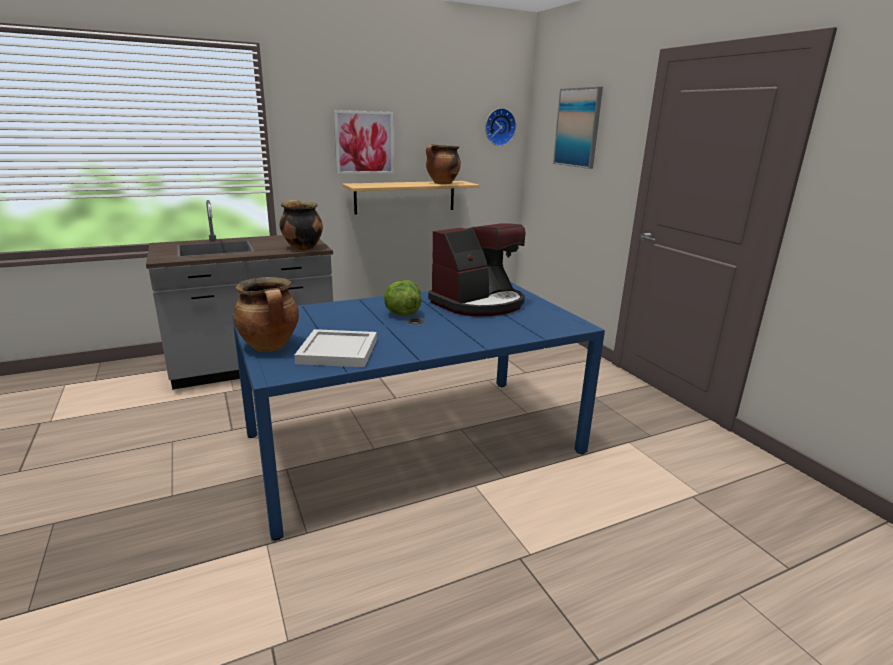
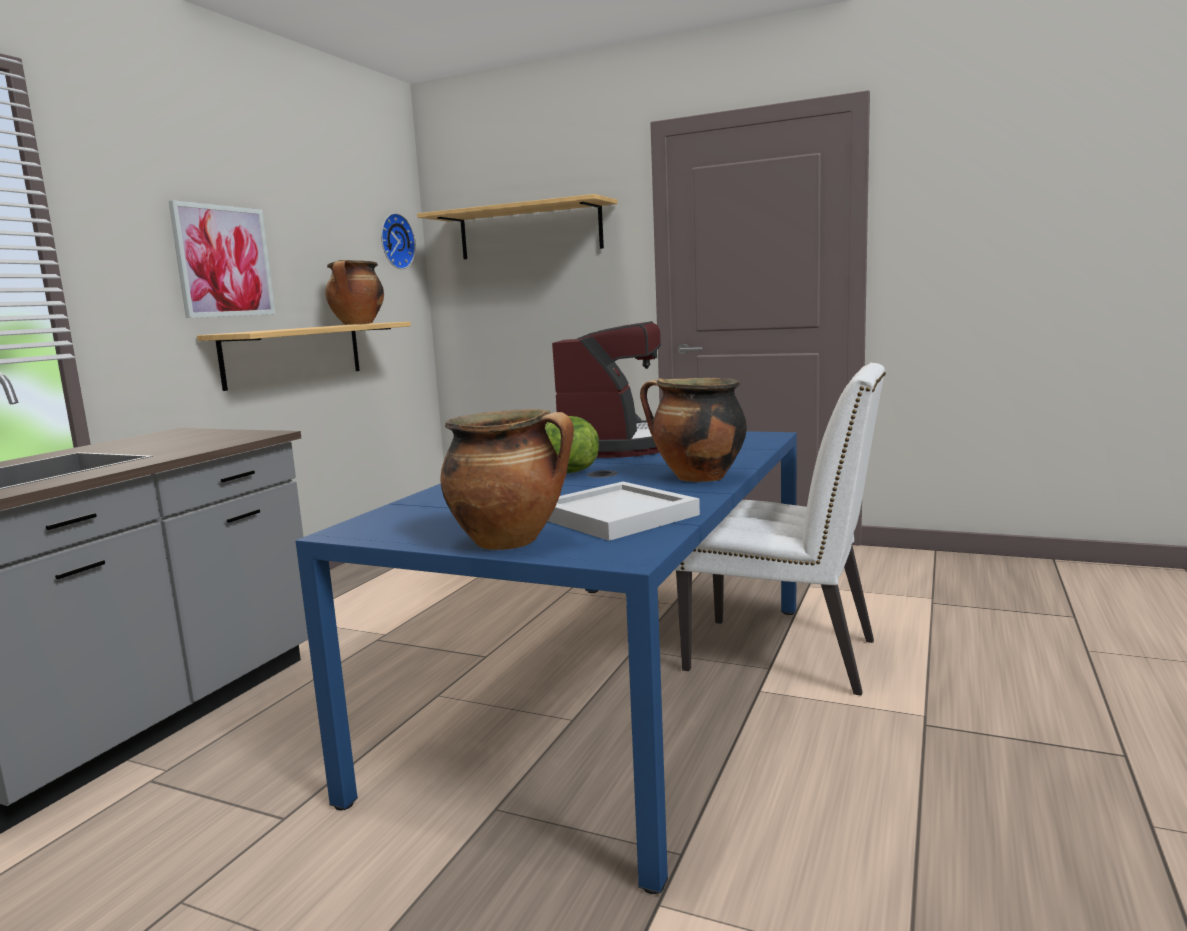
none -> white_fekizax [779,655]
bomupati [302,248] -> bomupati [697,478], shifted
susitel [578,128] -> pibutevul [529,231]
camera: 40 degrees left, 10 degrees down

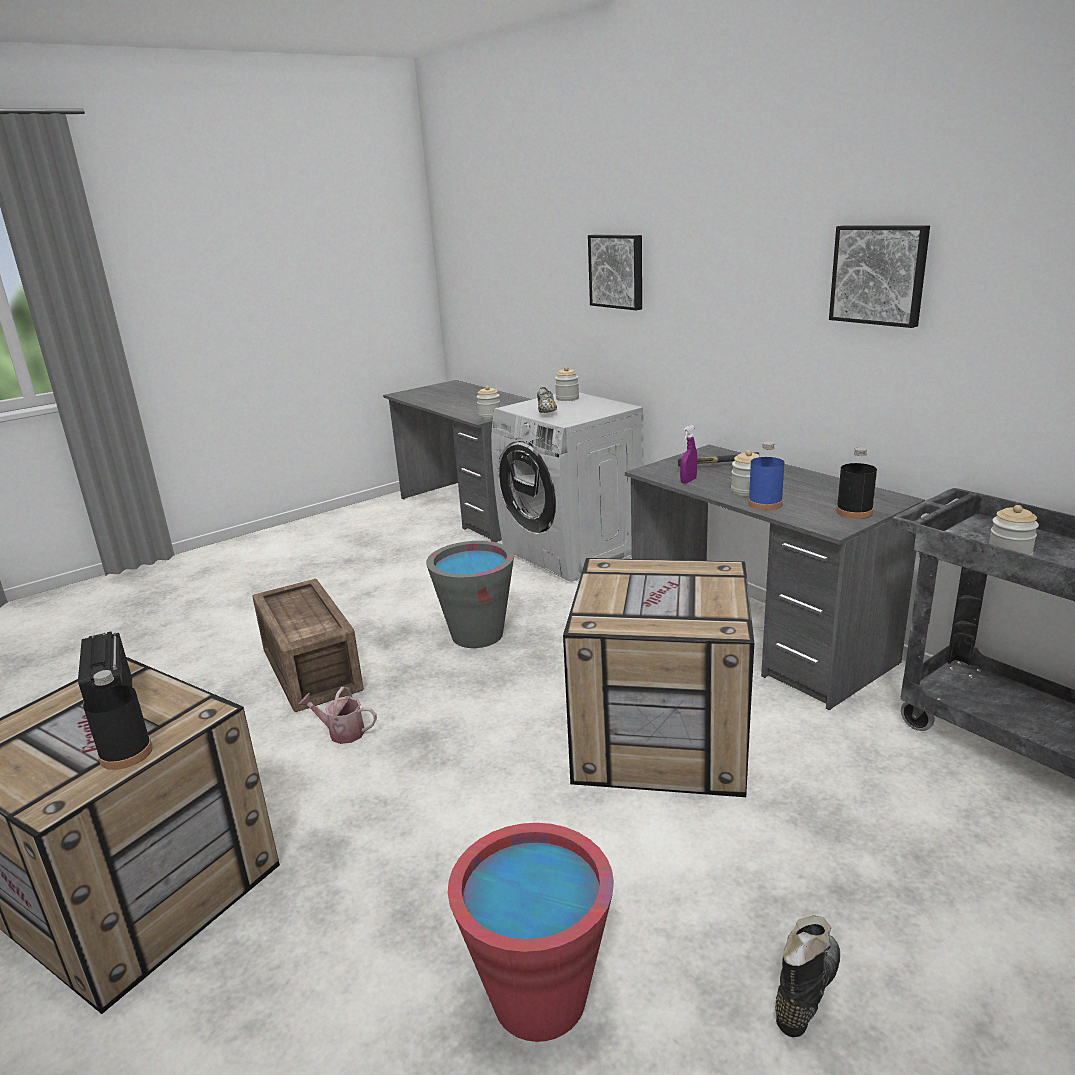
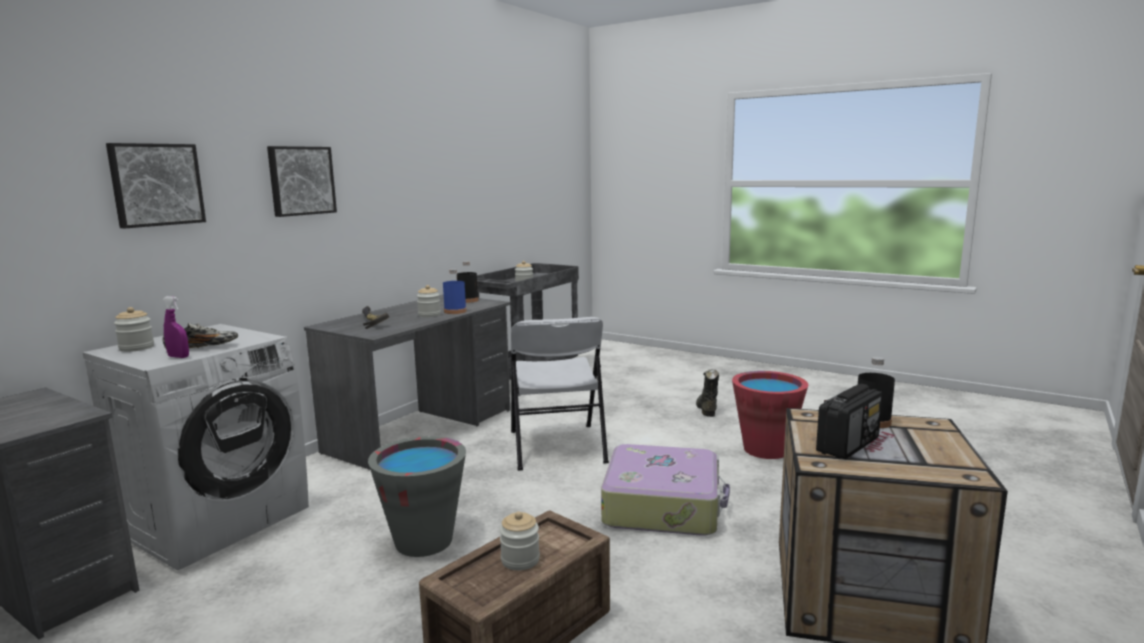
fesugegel [342,732] -> none
none -> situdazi [663,505]
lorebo [489,416] -> lorebo [520,560], shifted
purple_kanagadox [688,481] -> purple_kanagadox [178,357], shifted
susitel [879,274] -> susitel [301,180], shifted
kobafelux [660,735] -> white_fekizax [556,447]
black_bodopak [805,991] -> black_bodopak [706,409], 75 degrees clockwise
camera: 110 degrees left, 10 degrees down

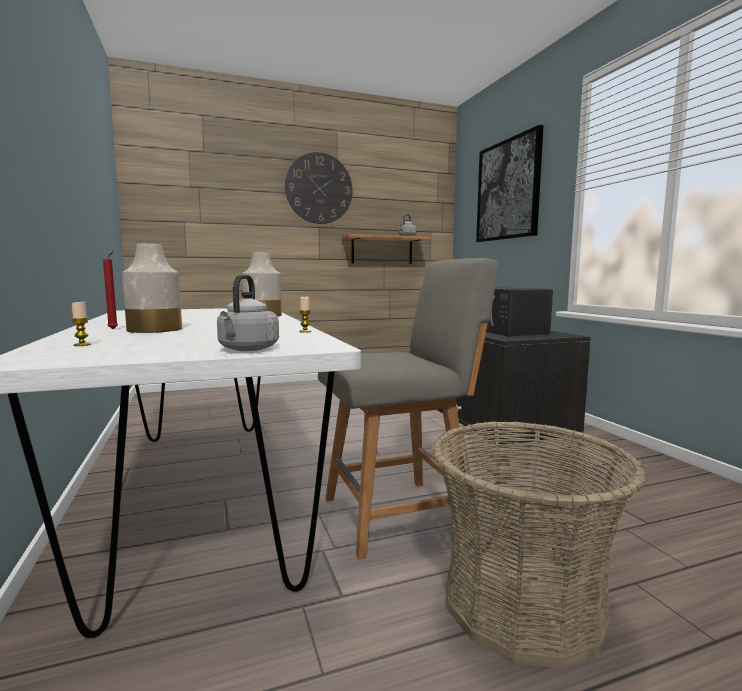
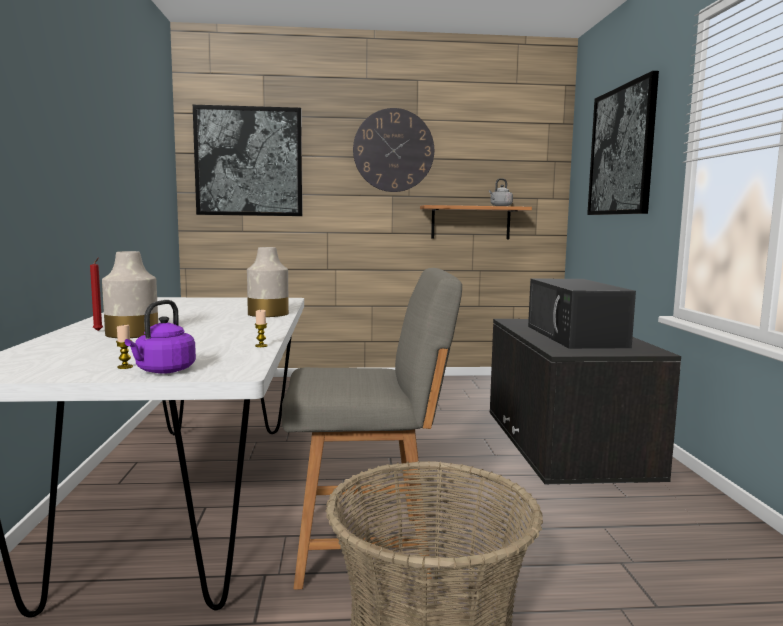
none -> susitel [249,162]
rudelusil [82,345] -> rudelusil [125,367], shifted
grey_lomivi [247,349] -> purple_lomivi [163,371]
camera: 15 degrees right, 0 degrees up

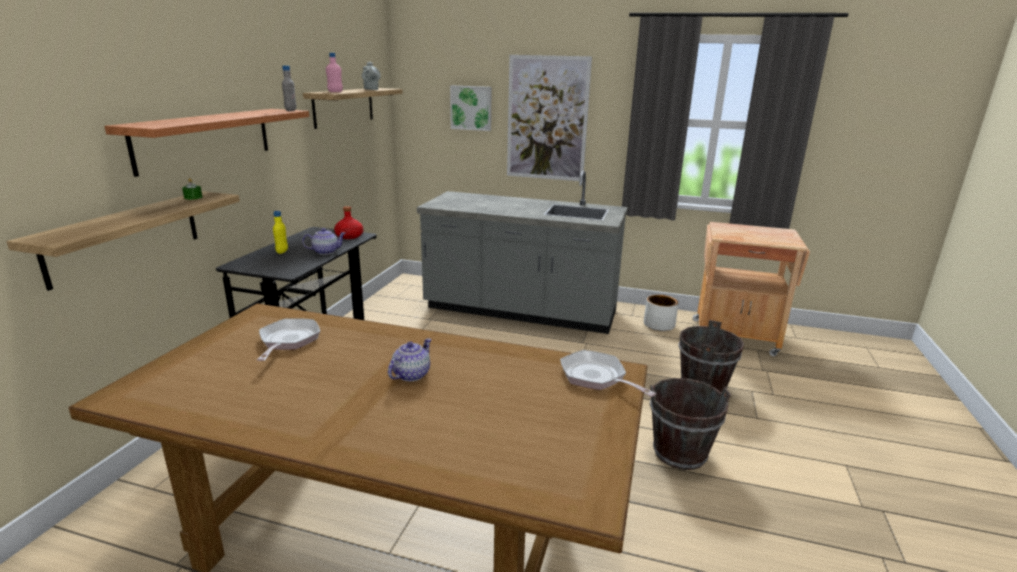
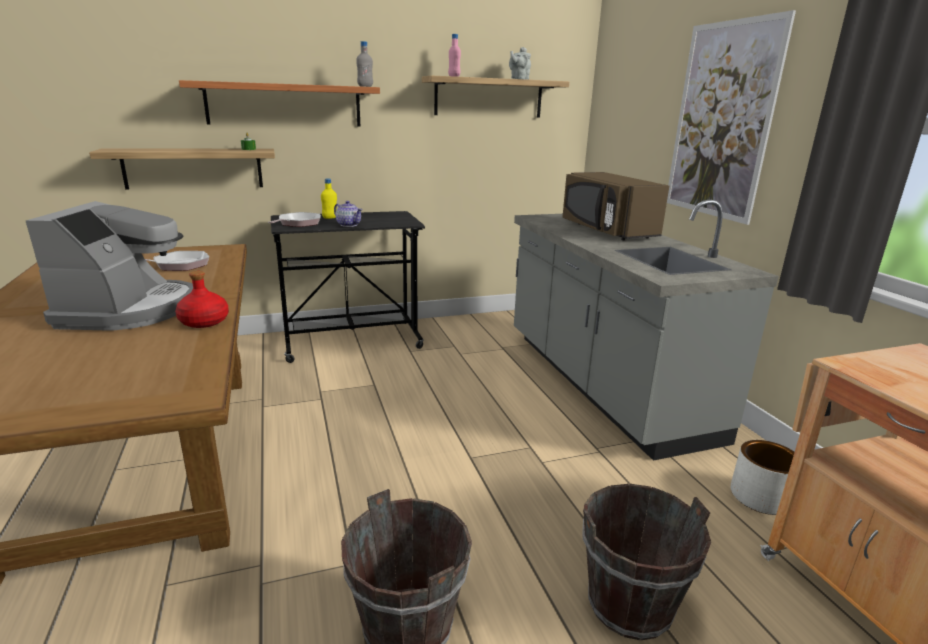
susitel [471,108] -> none
none -> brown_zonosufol [606,230]
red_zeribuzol [349,236] -> red_zeribuzol [203,322], shifted
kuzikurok [596,377] -> kuzikurok [298,224], shifted
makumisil [410,375] -> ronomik [130,310]
camera: 55 degrees right, 0 degrees up

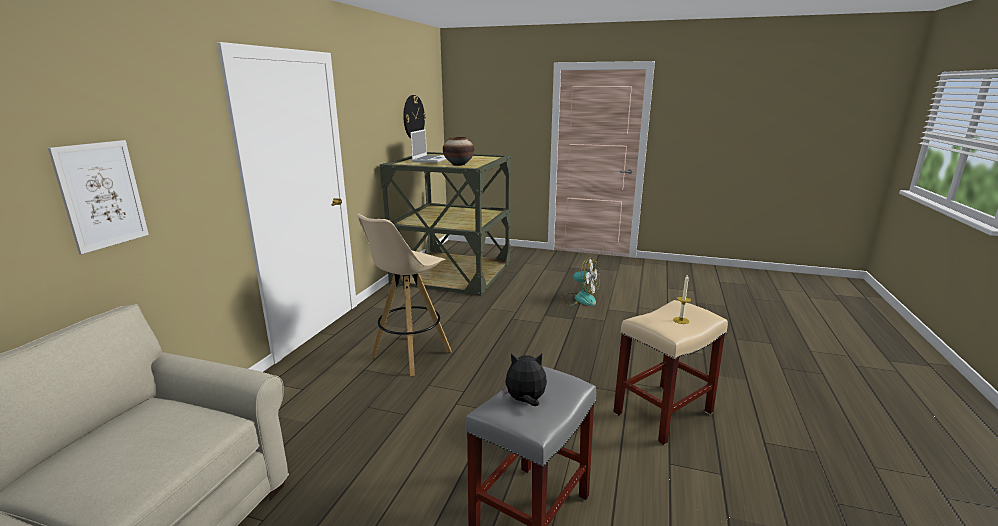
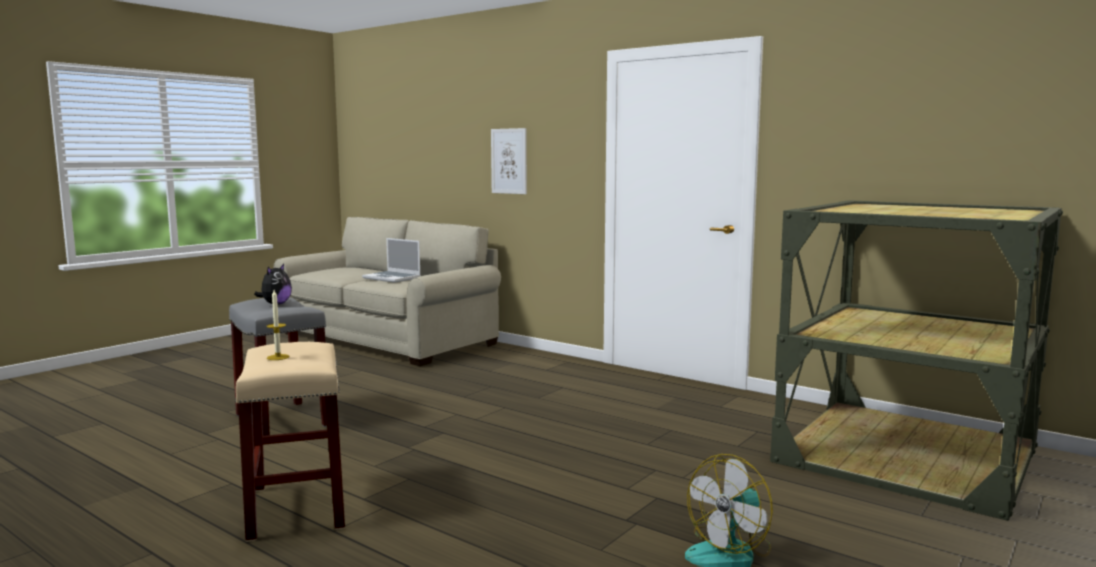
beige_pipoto [409,355] -> none
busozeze [413,117] -> none
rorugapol [458,164] -> none
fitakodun [430,160] -> fitakodun [392,278], shifted
camera: 110 degrees right, 10 degrees down

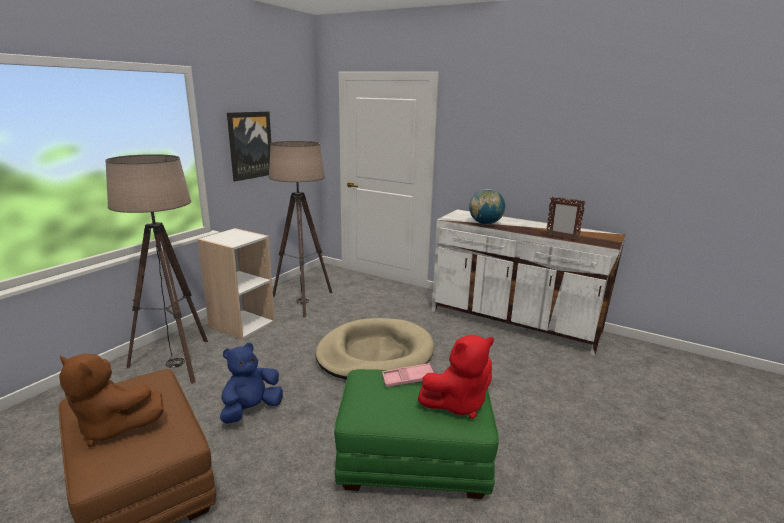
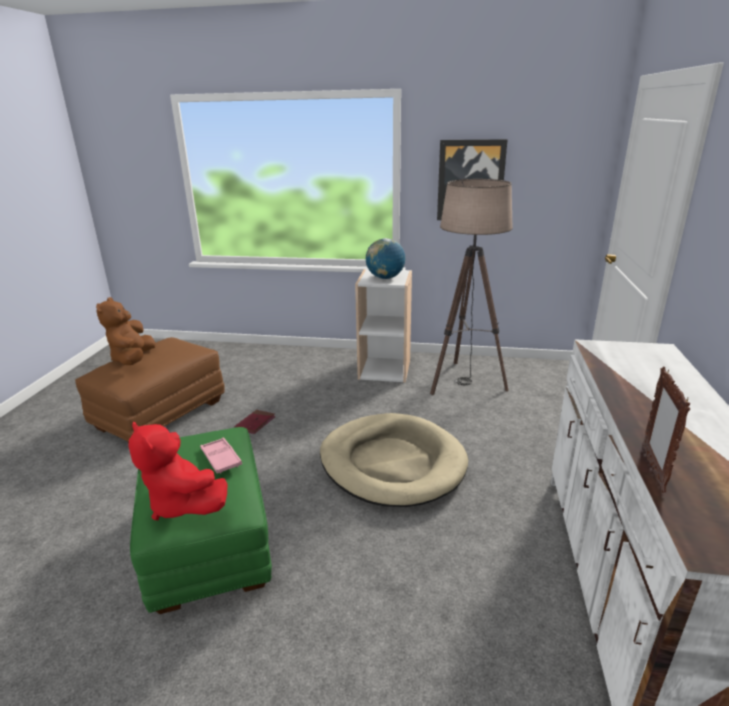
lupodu [176,362] -> none
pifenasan [485,224] -> pifenasan [385,278], shifted
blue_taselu [251,410] -> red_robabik [255,423]
camera: 70 degrees right, 5 degrees up

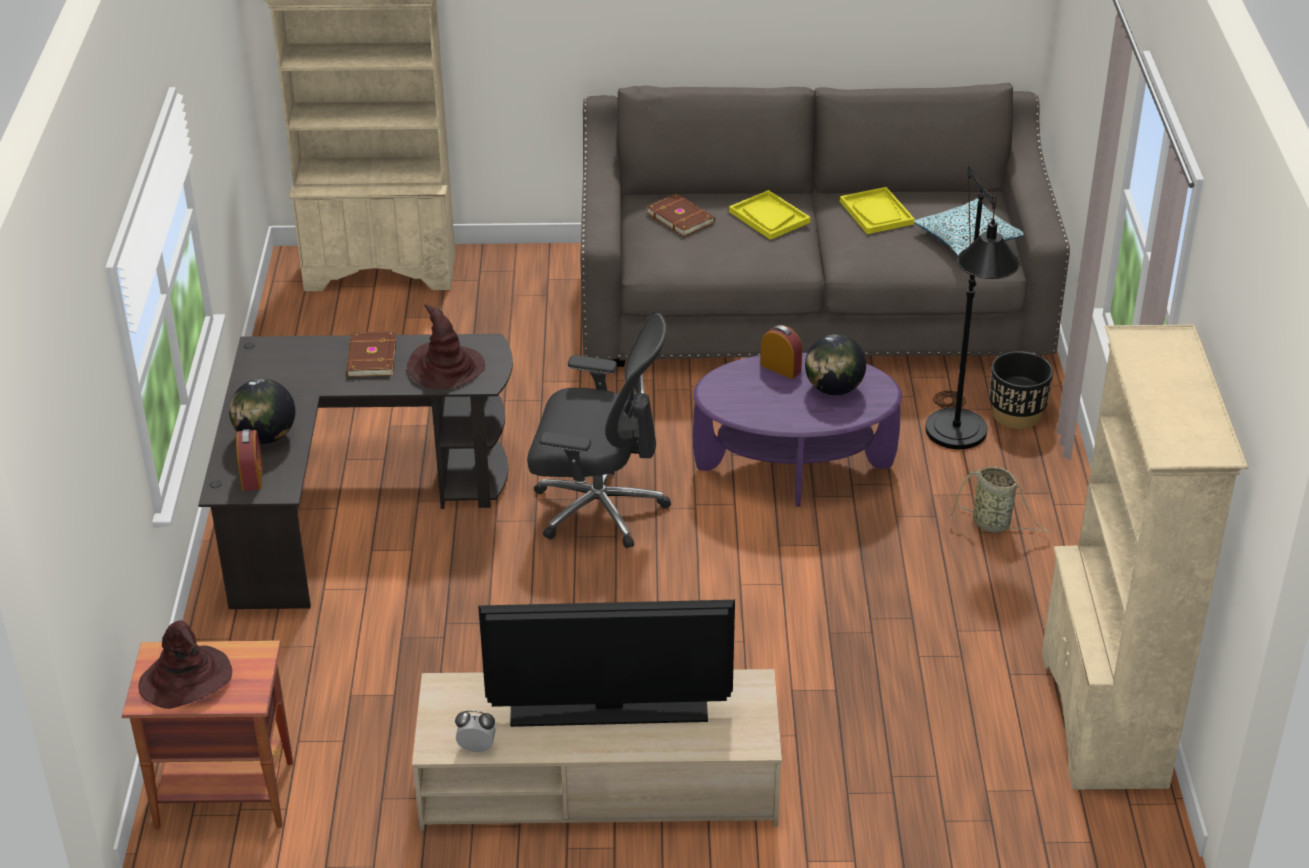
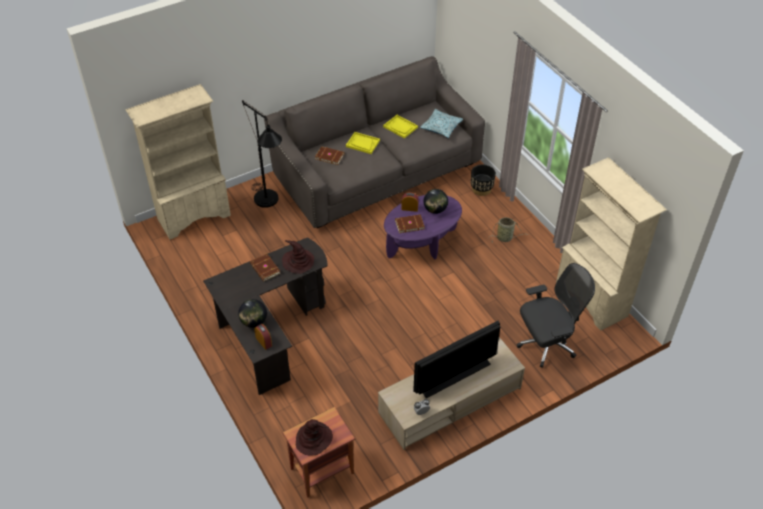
none -> brown_robabik [409,224]
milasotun [596,510] -> milasotun [547,345], shifted
black_lupodu [958,441] -> black_lupodu [269,203], shifted
camera: 30 degrees left, 10 degrees up

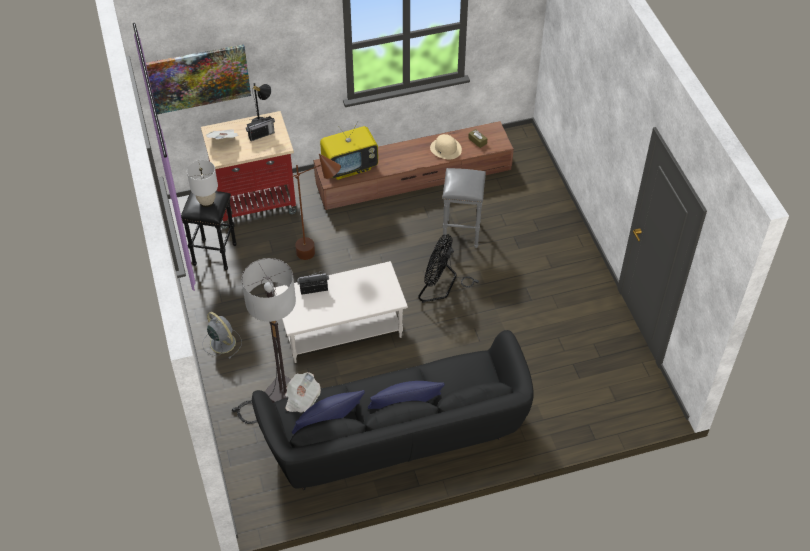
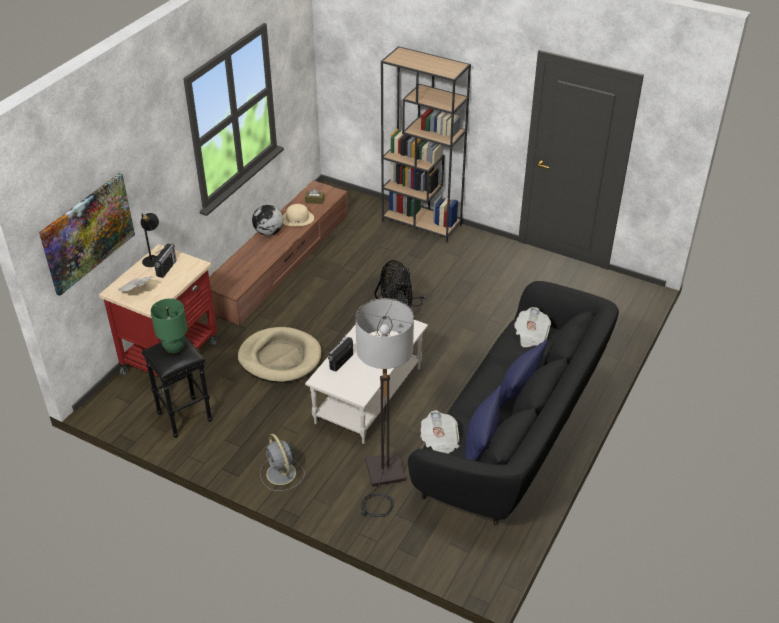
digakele [350,167] -> none
grey_pipoto [462,232] -> none
none -> pifenasan [268,232]
none -> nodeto [422,223]
none -> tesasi [530,335]
brown_lupodu [320,256] -> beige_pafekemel [280,358]
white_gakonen [206,202] -> green_gakonen [174,349]
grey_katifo [222,342] -> grey_katifo [281,474], 120 degrees counterclockwise
camera: 45 degrees left, 10 degrees down

